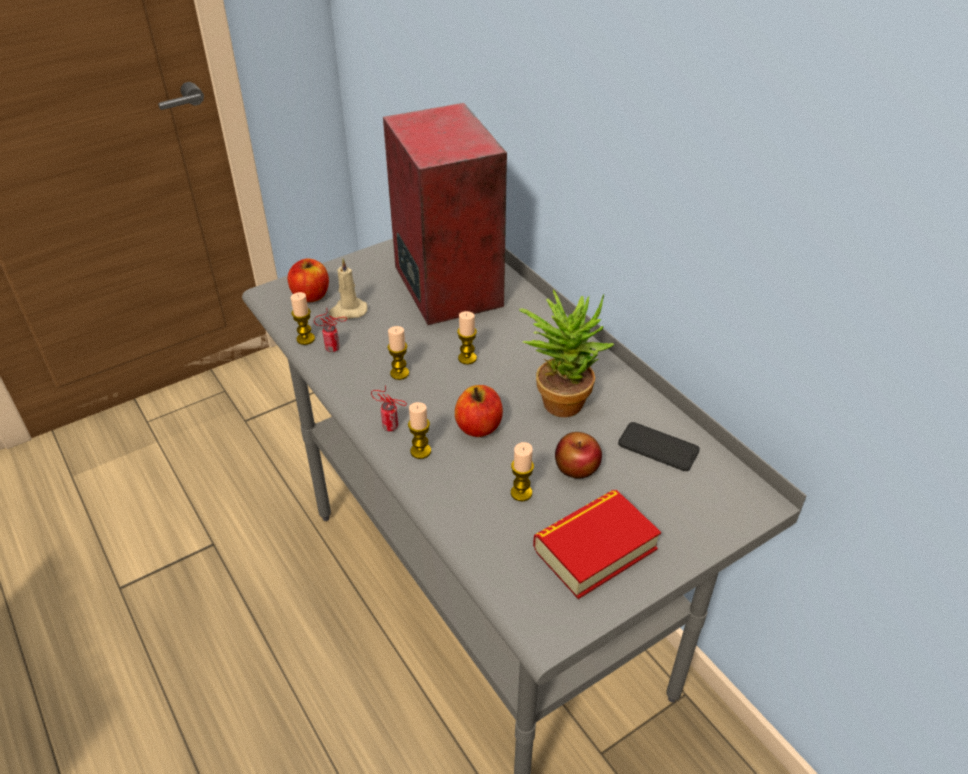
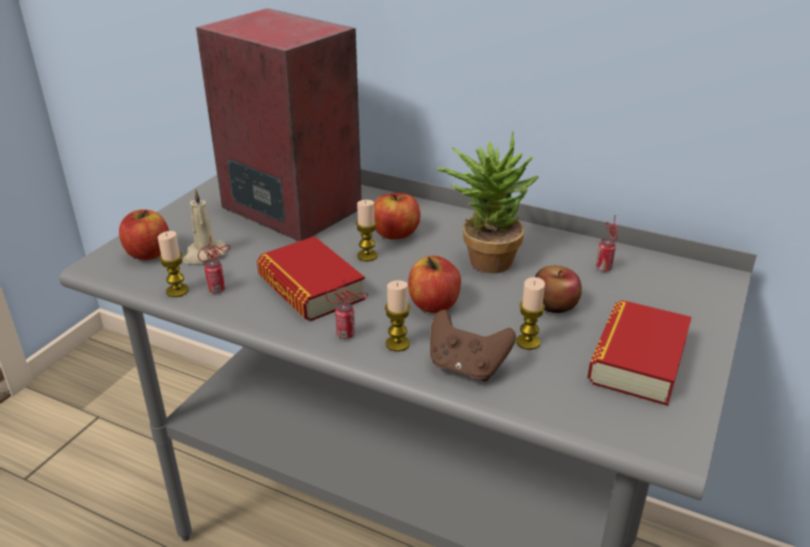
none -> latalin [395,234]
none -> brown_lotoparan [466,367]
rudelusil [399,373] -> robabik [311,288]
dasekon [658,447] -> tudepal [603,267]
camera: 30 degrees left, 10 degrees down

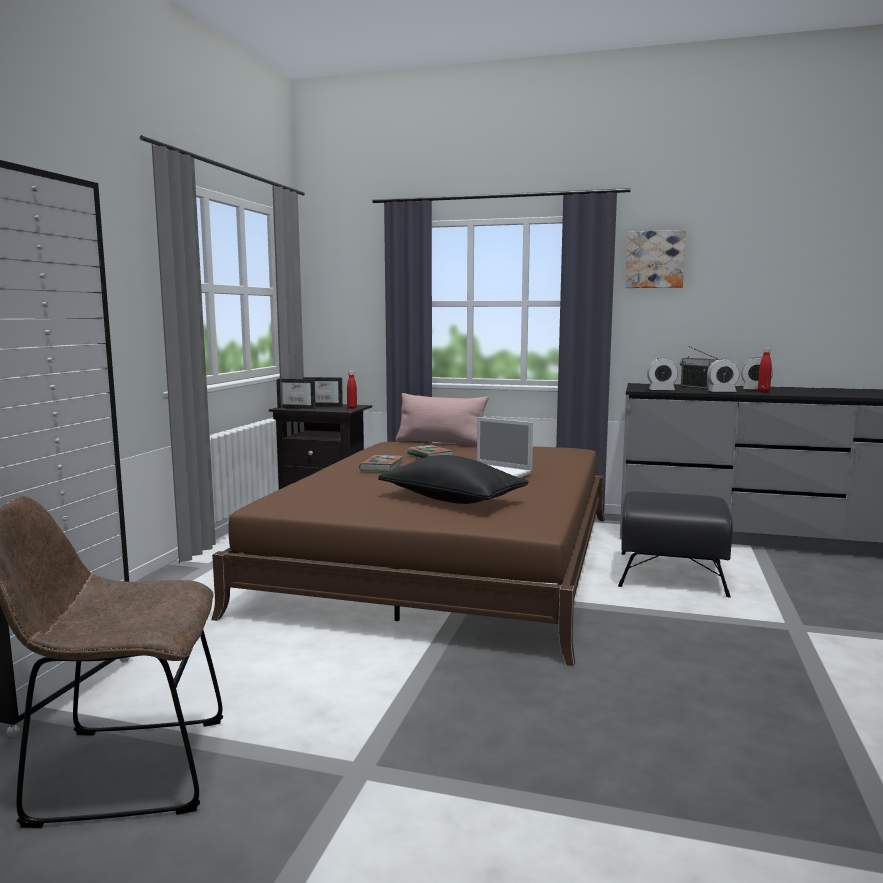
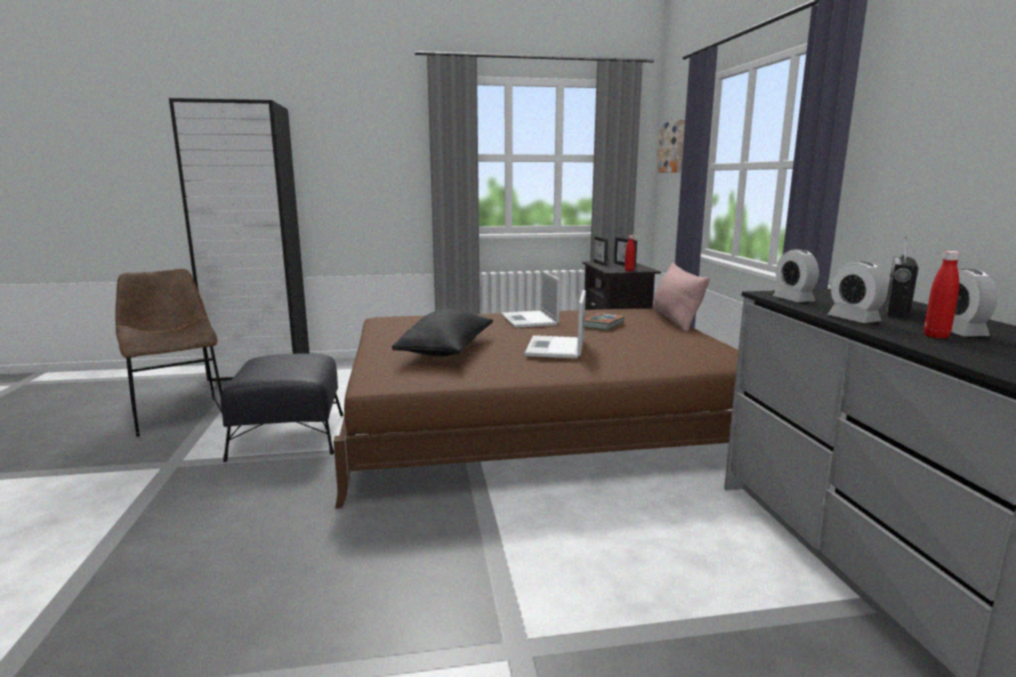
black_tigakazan [672,574] -> black_tigakazan [287,436], shifted
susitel [655,259] -> susitel [672,147], shifted
robabik [381,467] -> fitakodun [530,320]
camera: 65 degrees right, 5 degrees up

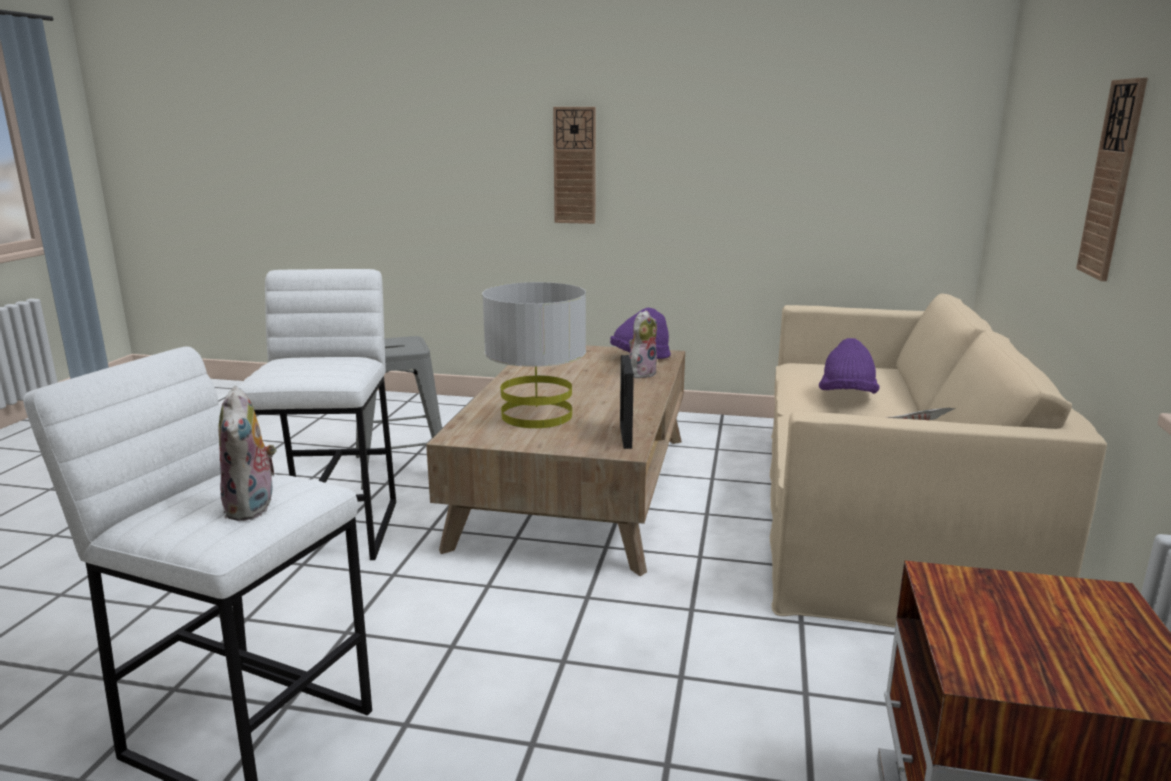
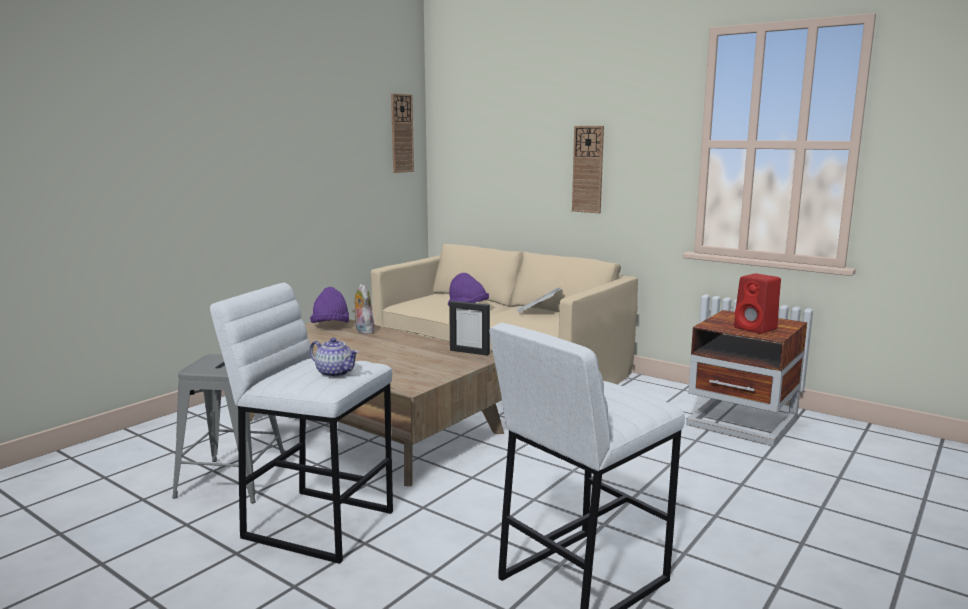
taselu [253,508] -> none
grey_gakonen [537,415] -> none
none -> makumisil [335,373]
none -> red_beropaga [756,329]
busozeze [575,166] -> busozeze [401,133], shifted
camera: 65 degrees left, 5 degrees down

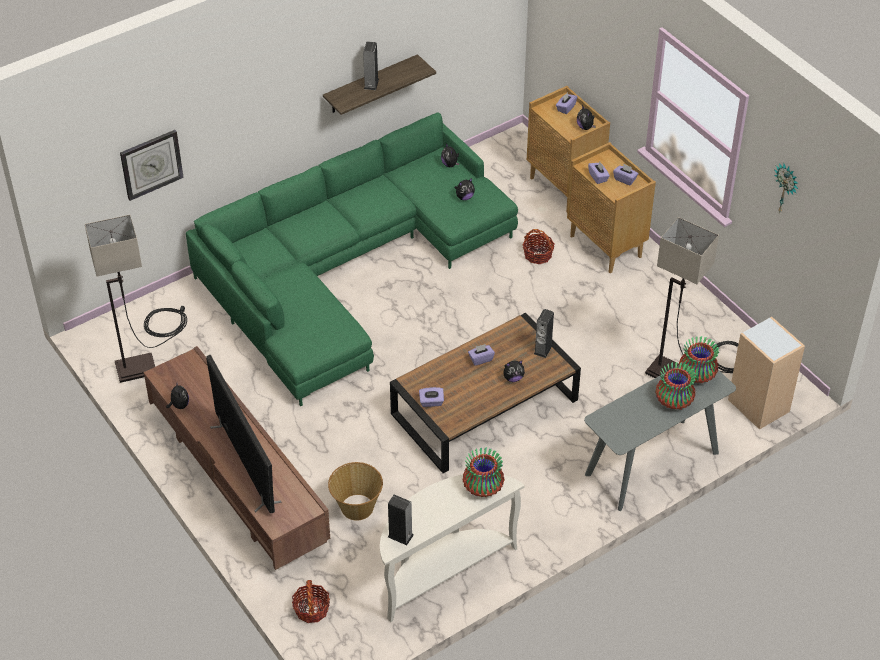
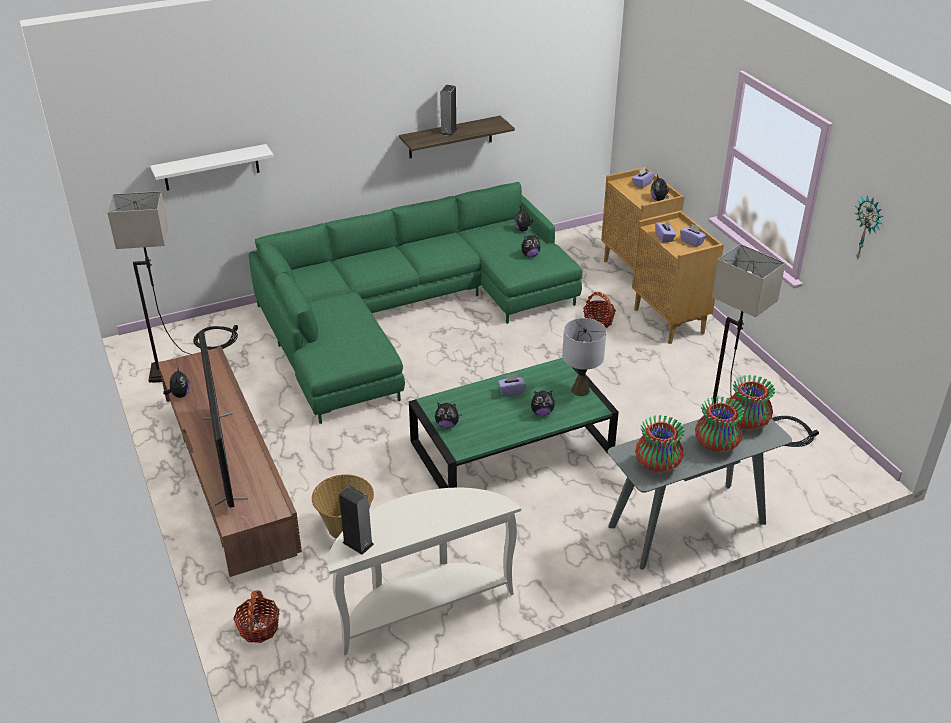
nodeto [758,406] -> none
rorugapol [483,487] -> rorugapol [657,464], shifted
busozeze [151,164] -> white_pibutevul [211,167]
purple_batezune [431,402] -> taselu [447,425]
beropaga [543,349] -> grey_gakonen [580,390]
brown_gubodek [484,406] -> green_gubodek [512,446]
camera: 10 degrees right, 10 degrees down

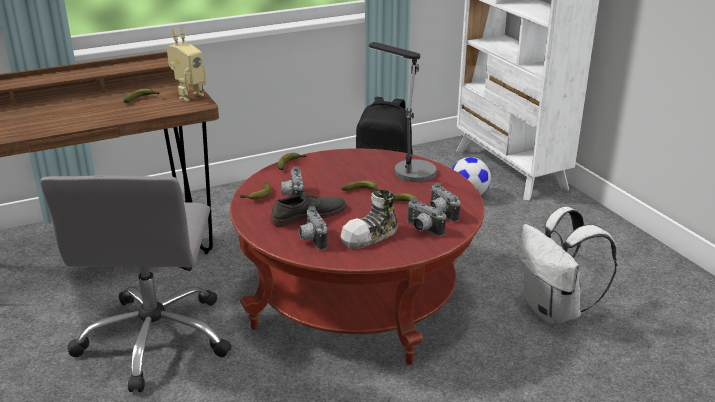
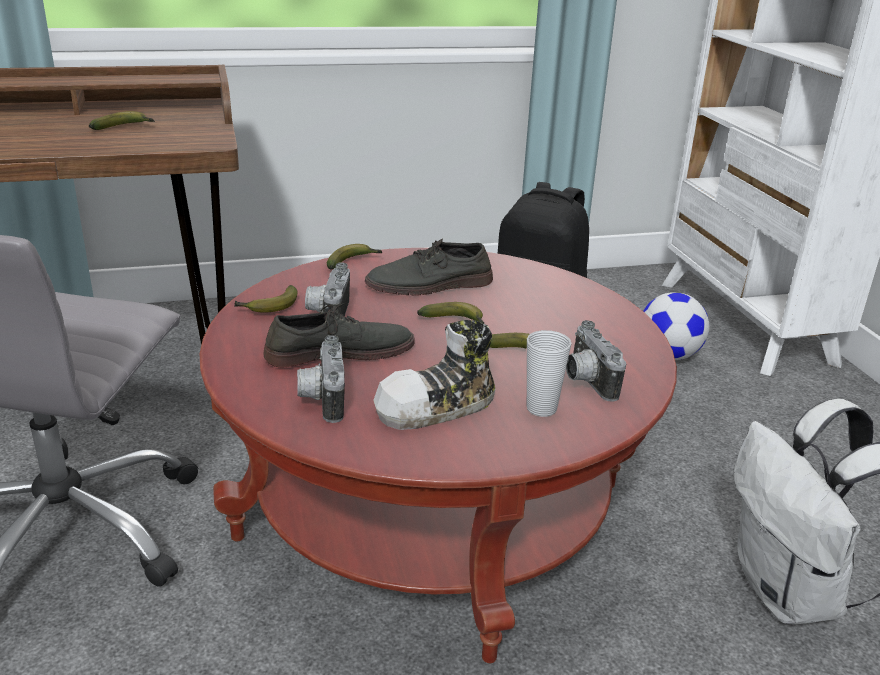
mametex [188,96] -> none
gakonen [406,168] -> none
none -> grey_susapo [429,284]
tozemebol [422,230] -> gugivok [541,408]
camera: 10 degrees right, 0 degrees up

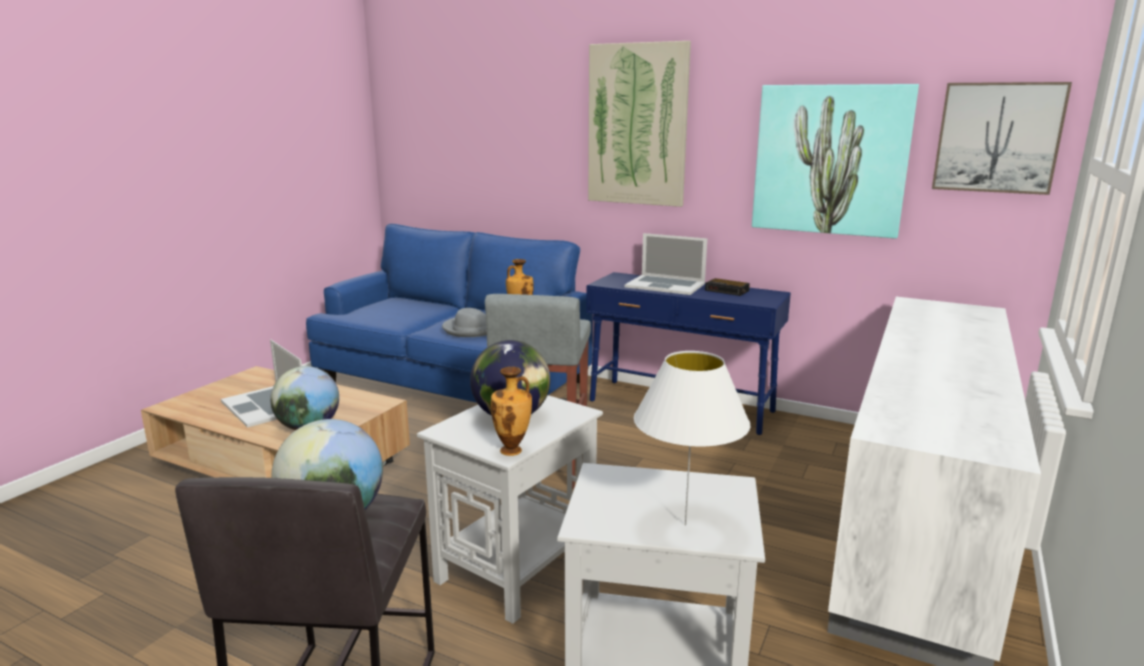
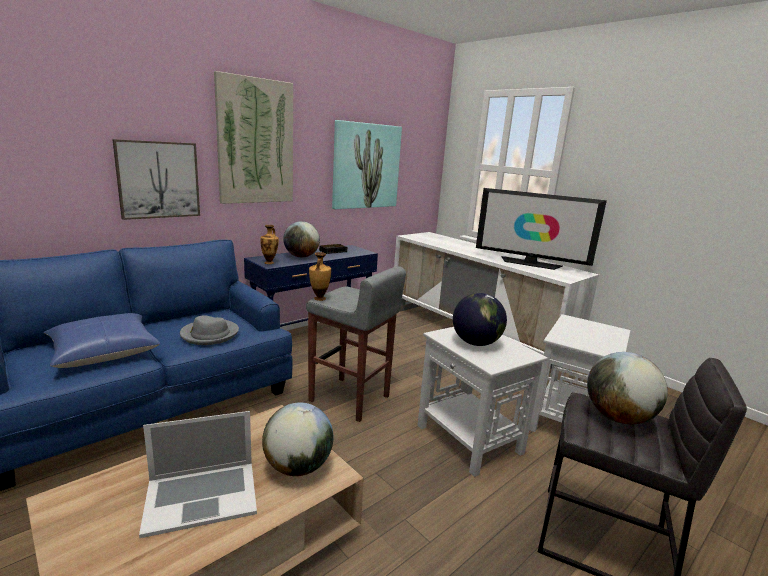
white_gakonen [684,525] -> none
none -> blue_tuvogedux [103,352]
none -> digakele [530,263]
rorugapol [512,451] -> rorugapol [269,262], shifted
susitel [997,137] -> susitel [158,180], shifted
fitakodun [665,285] -> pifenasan [301,256]
camera: 70 degrees left, 0 degrees up

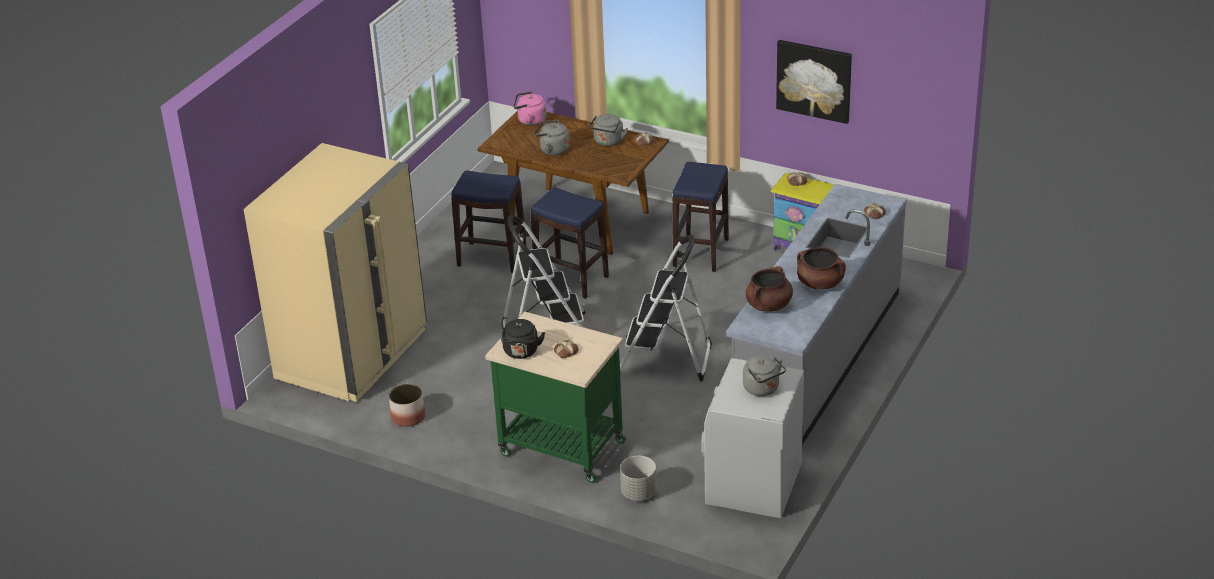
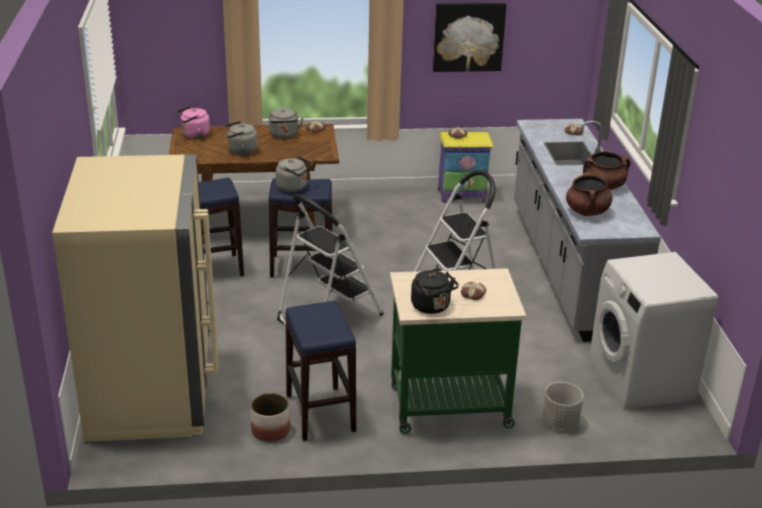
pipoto [701,253] -> pipoto [320,413], shifted
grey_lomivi [763,389] -> grey_lomivi [294,187], shifted
camera: 35 degrees left, 5 degrees down

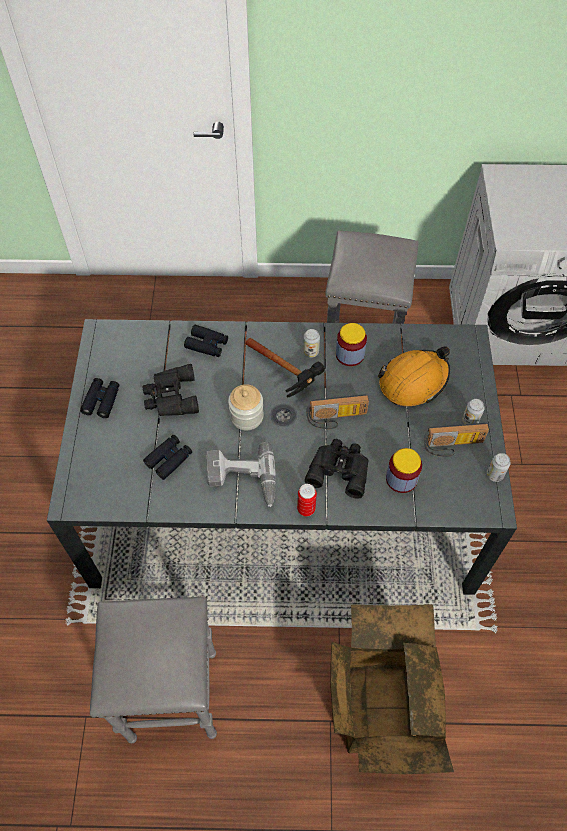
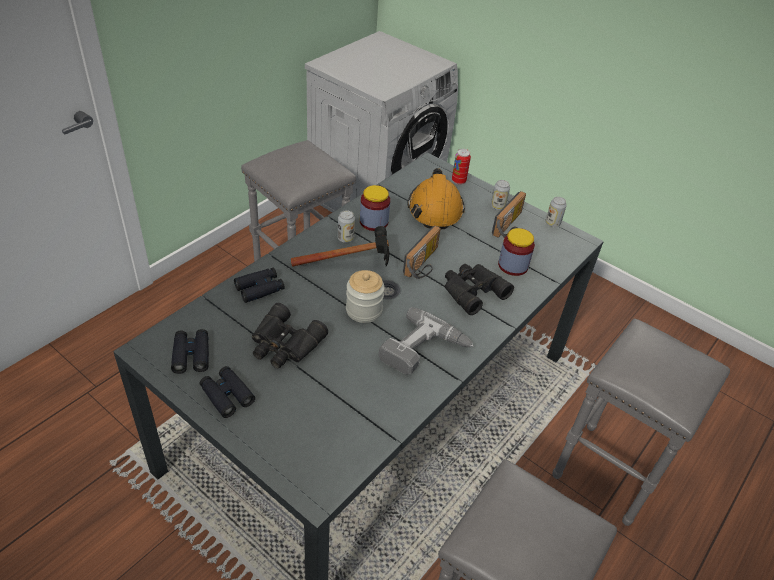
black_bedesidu [169,459] -> black_bedesidu [191,355], shifted
tudepal [306,509] -> tudepal [458,181], shifted
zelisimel [380,707] -> grey_pipoto [608,474]
camera: 55 degrees left, 15 degrees down

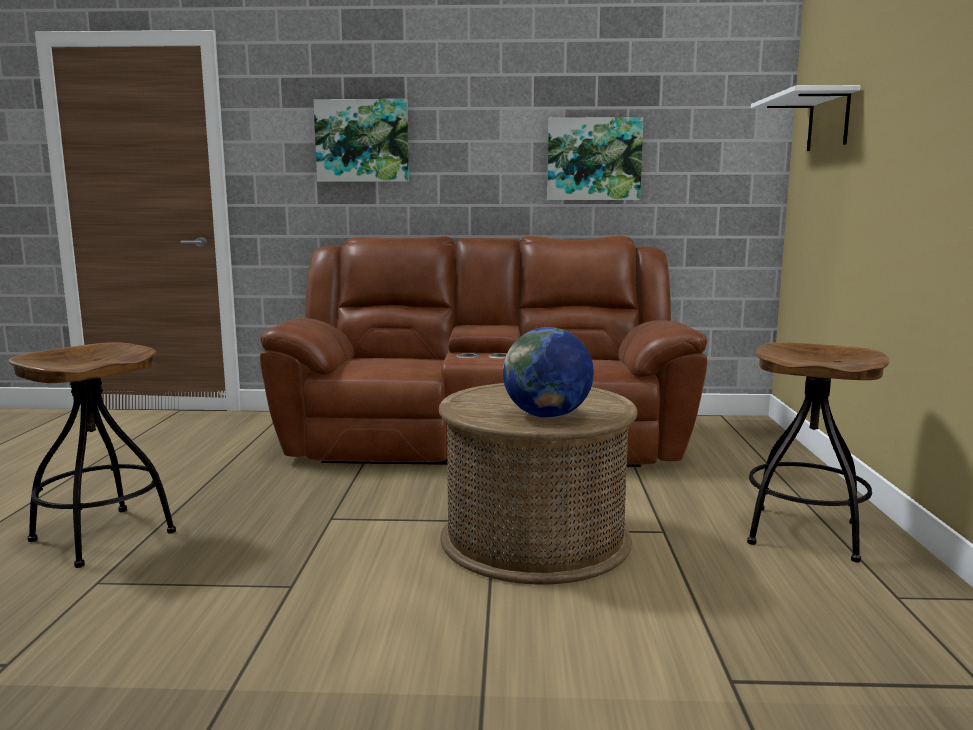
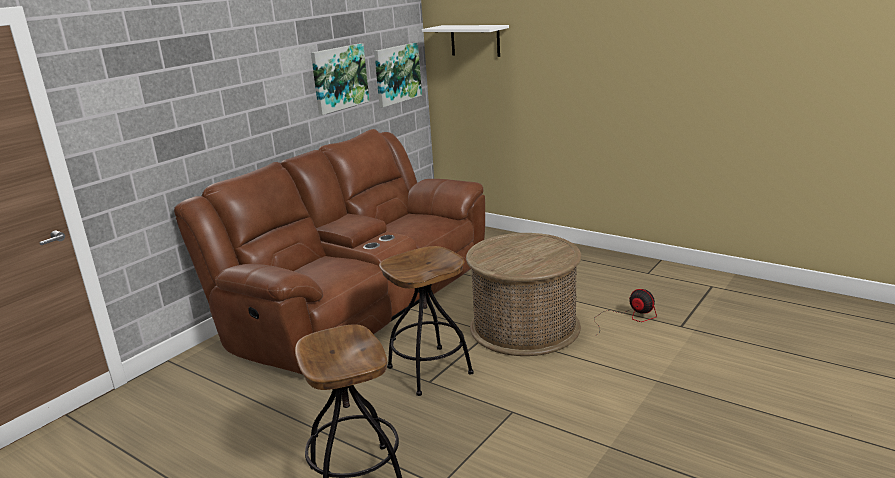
pifenasan [547,416] -> none
none -> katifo [627,318]
susitel [362,141] -> susitel [397,74], shifted
brown_pipoto [805,533] -> brown_pipoto [430,370], shifted
camera: 55 degrees left, 10 degrees up

